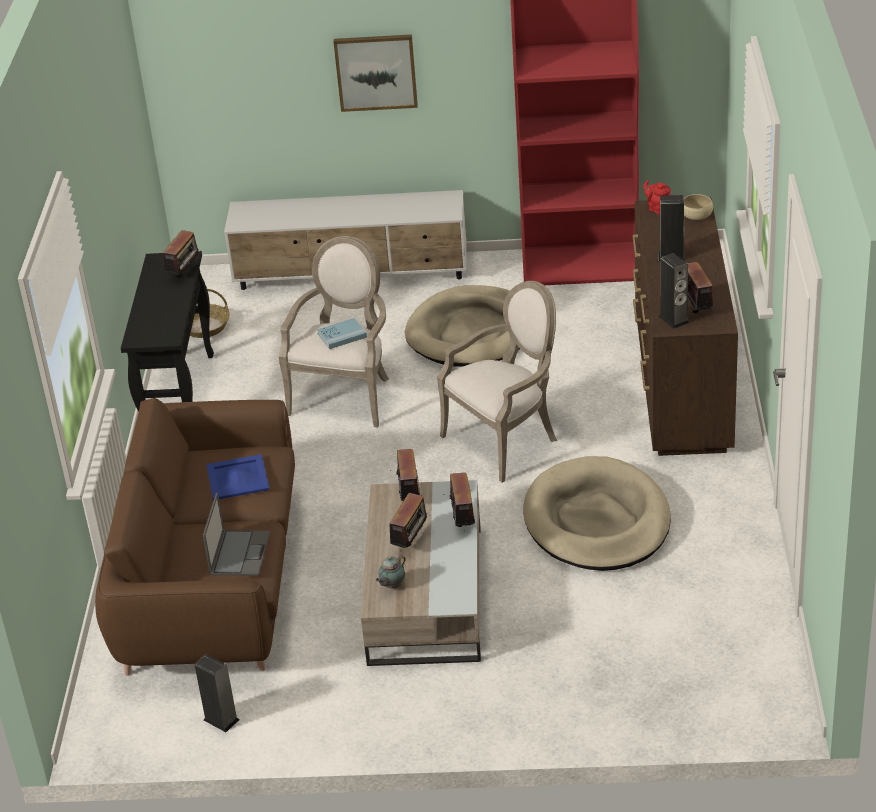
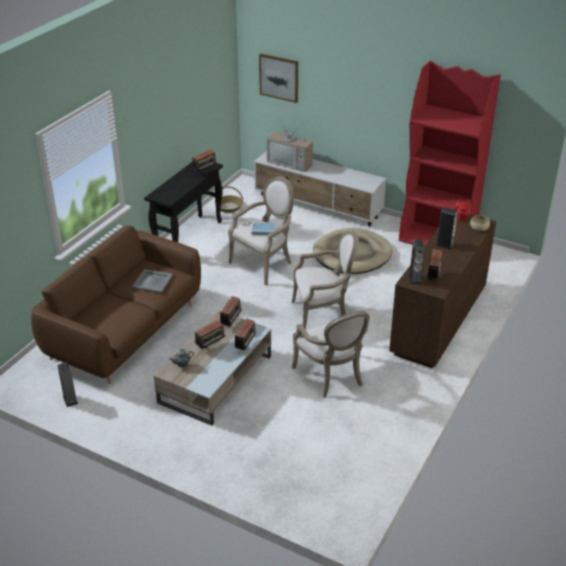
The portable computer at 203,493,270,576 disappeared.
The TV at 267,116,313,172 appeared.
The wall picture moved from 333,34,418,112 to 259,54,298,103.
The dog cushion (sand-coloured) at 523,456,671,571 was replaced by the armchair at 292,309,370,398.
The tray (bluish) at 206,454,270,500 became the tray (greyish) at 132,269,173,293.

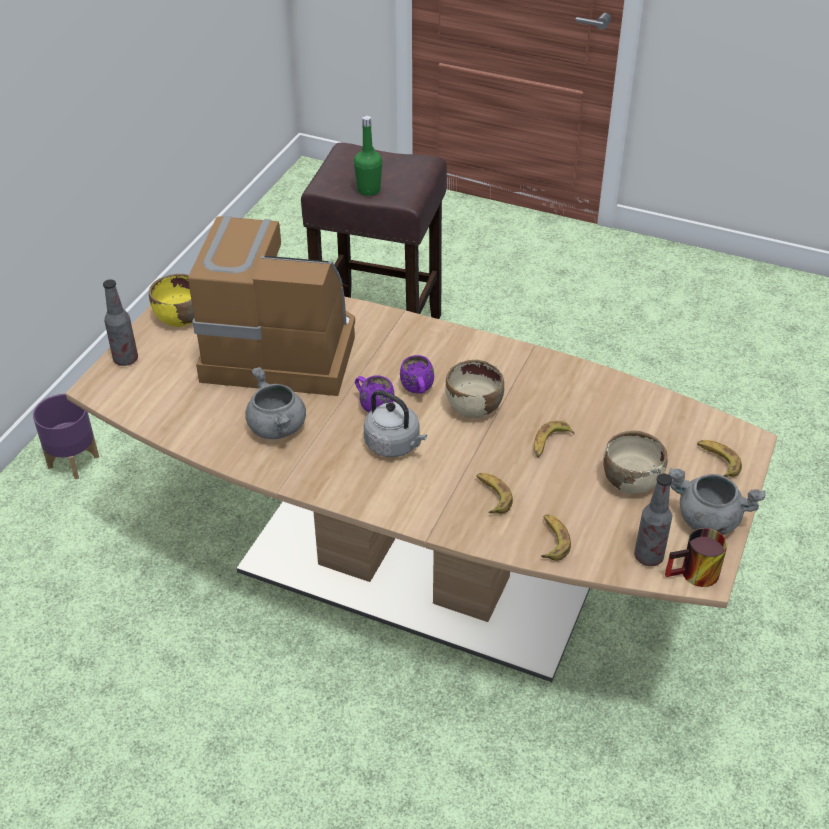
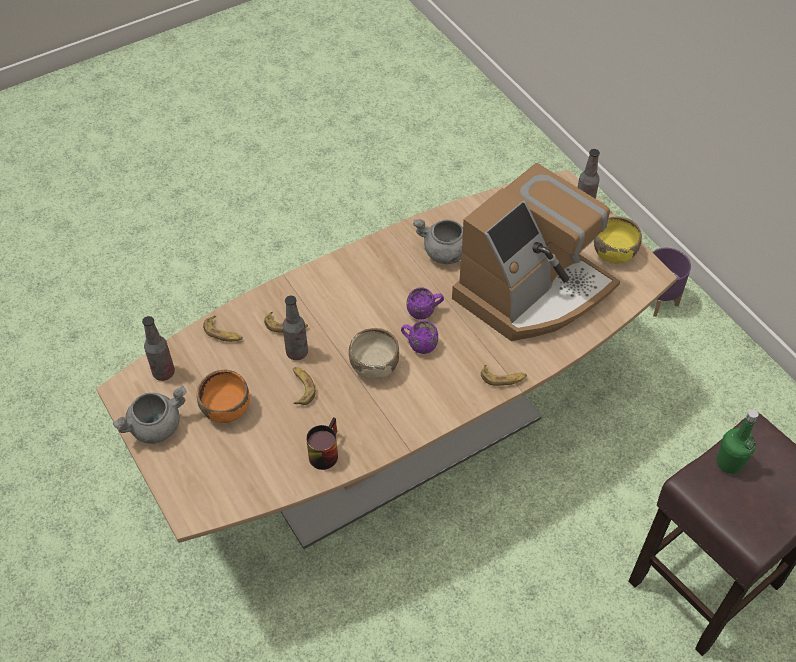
The water kettle (greyish) at 364,390,427,457 disappeared.
The beverage bottle at 282,296,308,360 appeared.
The mug moved from 665,528,727,587 to 306,417,338,470.
The whole banana moved from 697,440,742,477 to 481,365,527,386.
The deep dish (sand-coloured) at 603,430,668,494 became the deep dish (orange-coloured) at 197,370,250,423.

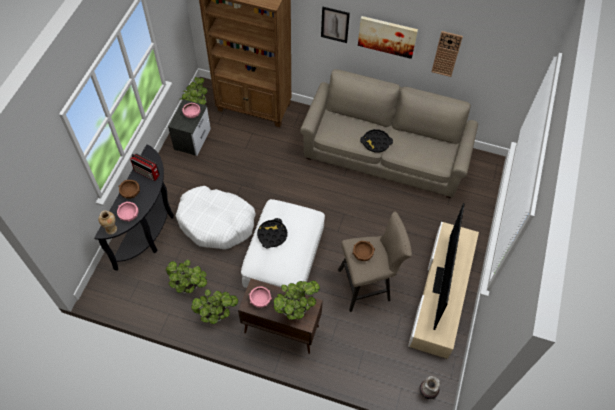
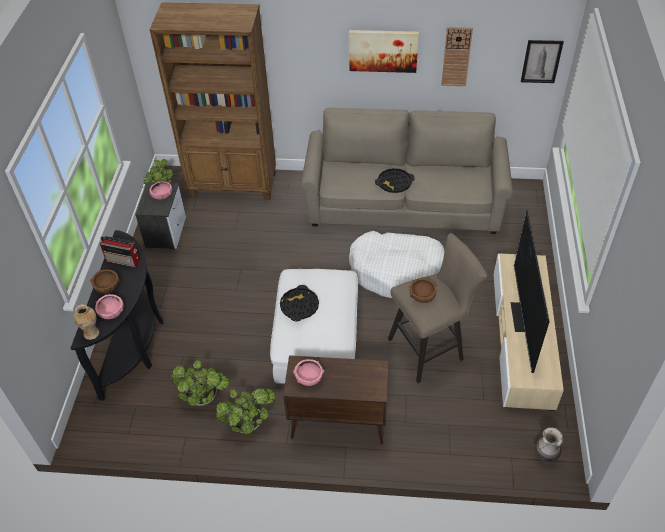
The potted plant at 274,280,320,320 disappeared.
The dog cushion (white) moved from 175,186,256,249 to 349,231,445,298.
The wall picture moved from 321,7,350,43 to 521,40,564,83.

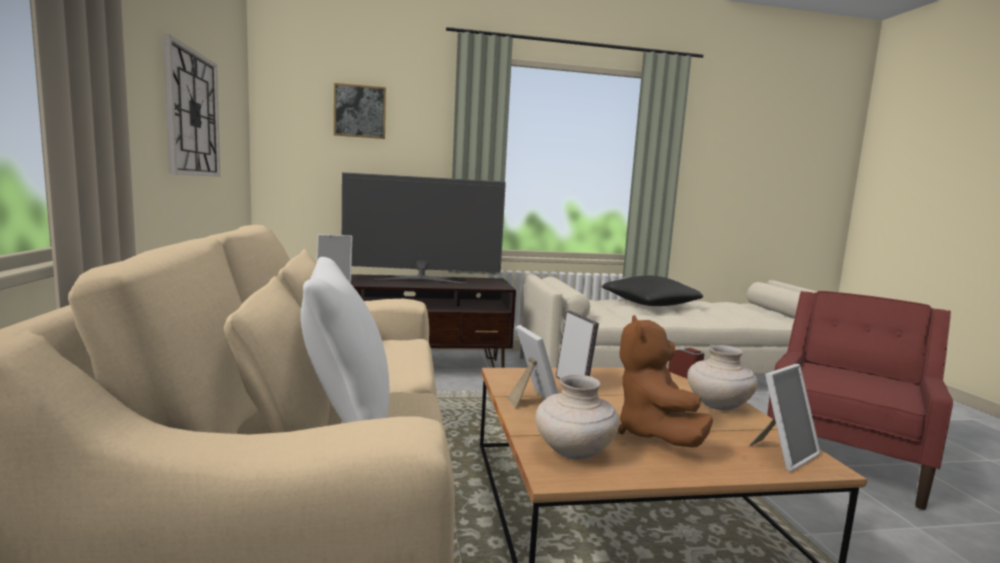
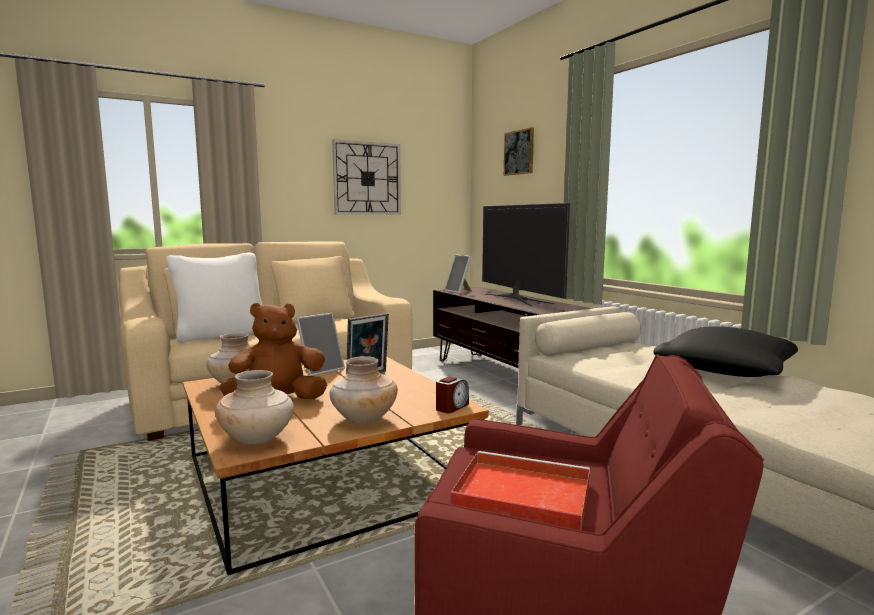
The tray (red) at 451,451,590,531 appeared.
The photo frame at 749,364,821,471 was replaced by the decorative vase (sand-coloured) at 215,370,294,445.

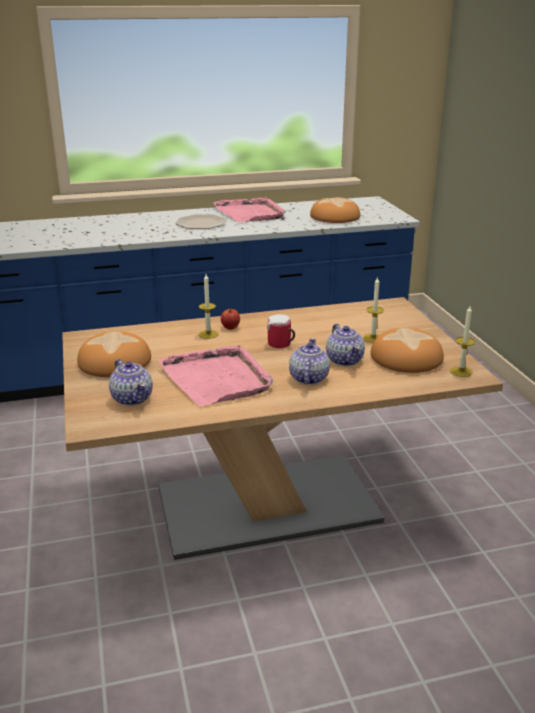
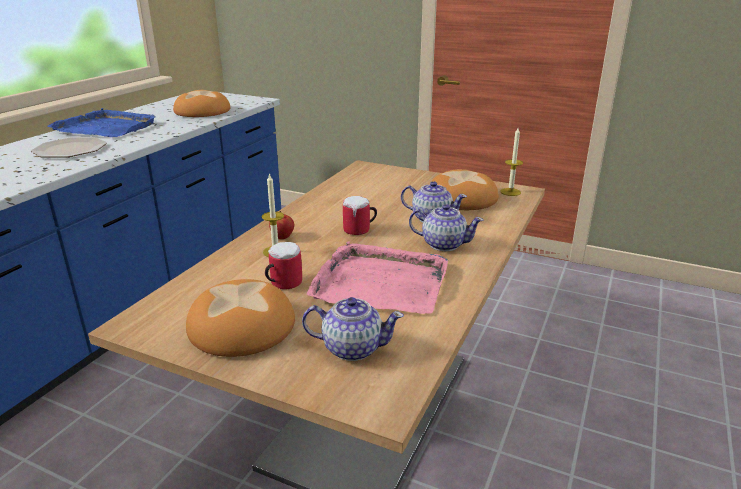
The wax light at 363,276,384,343 disappeared.
The mug at 265,242,302,289 appeared.
The tray (pink-coloured) at 213,197,286,222 became the tray (bluish) at 47,108,156,137.
The teapot at 289,338,330,385 turned 150 degrees clockwise.

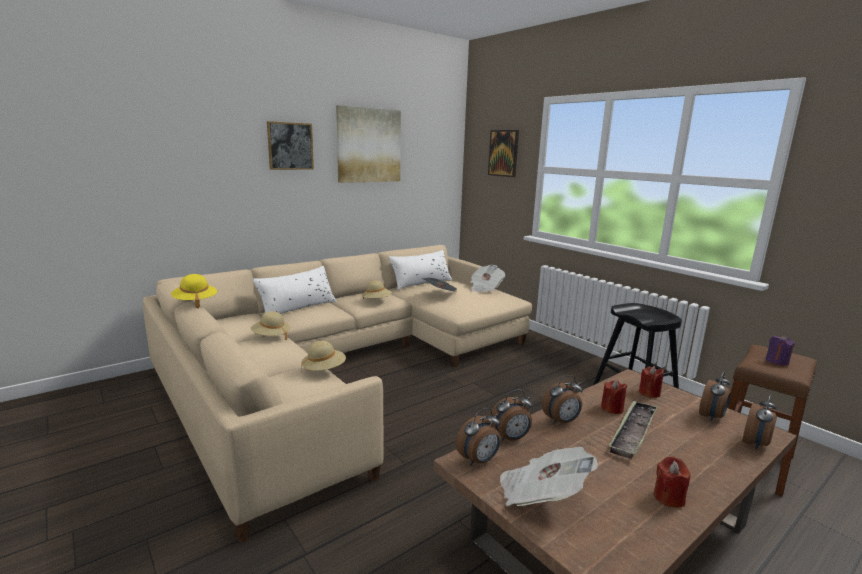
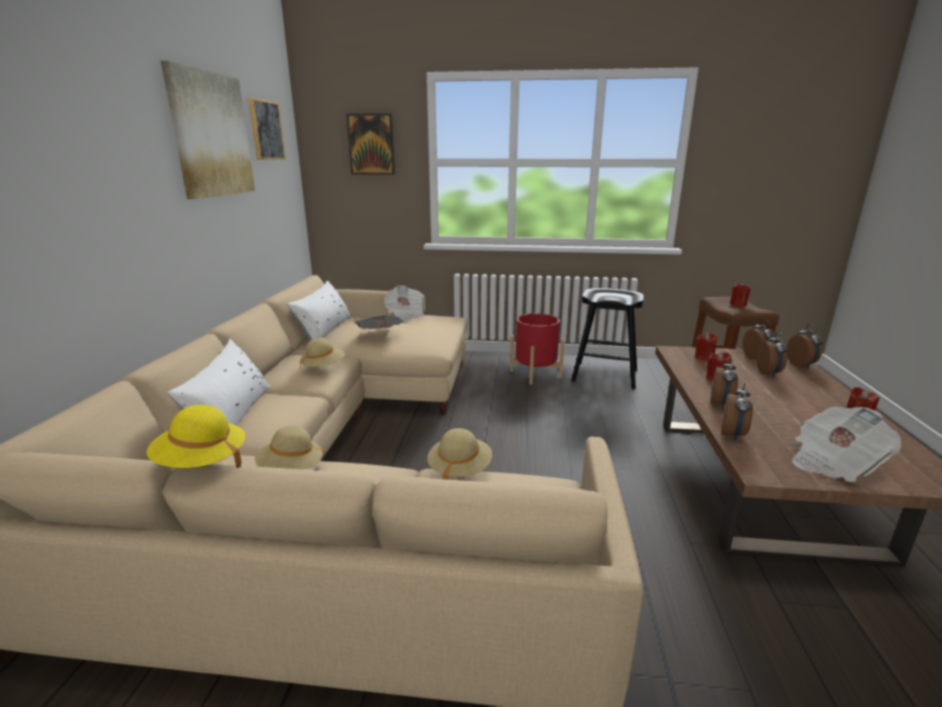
The tray at 608,400,658,459 disappeared.
The planter (red) at 510,313,565,385 appeared.
The wall picture moved from 267,121,314,170 to 248,98,286,160.
The alarm clock moved from 456,408,501,465 to 757,331,788,377.
The wax light (purplish) at 765,335,795,366 became the wax light (red) at 730,282,751,307.

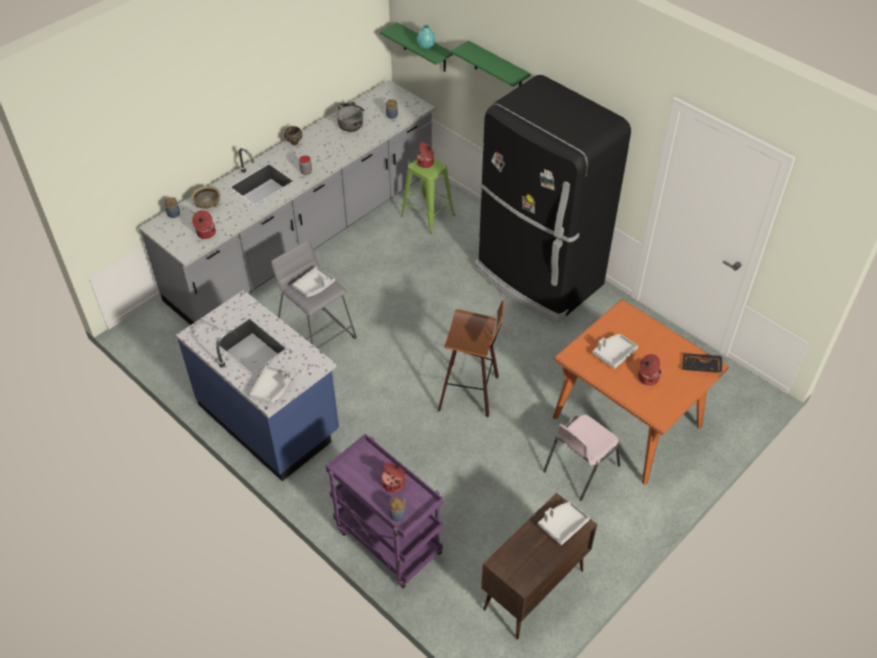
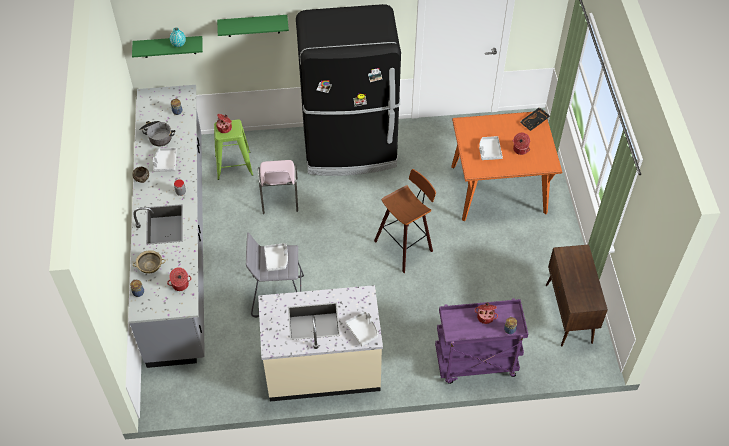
The tray (greyish) moved from 538,502,590,545 to 153,148,177,172.
The plain chair (pink-coloured) moved from 543,414,620,501 to 258,160,298,214.
The counter (bluish) at 176,290,339,481 became the counter (sand-coloured) at 258,285,383,402.

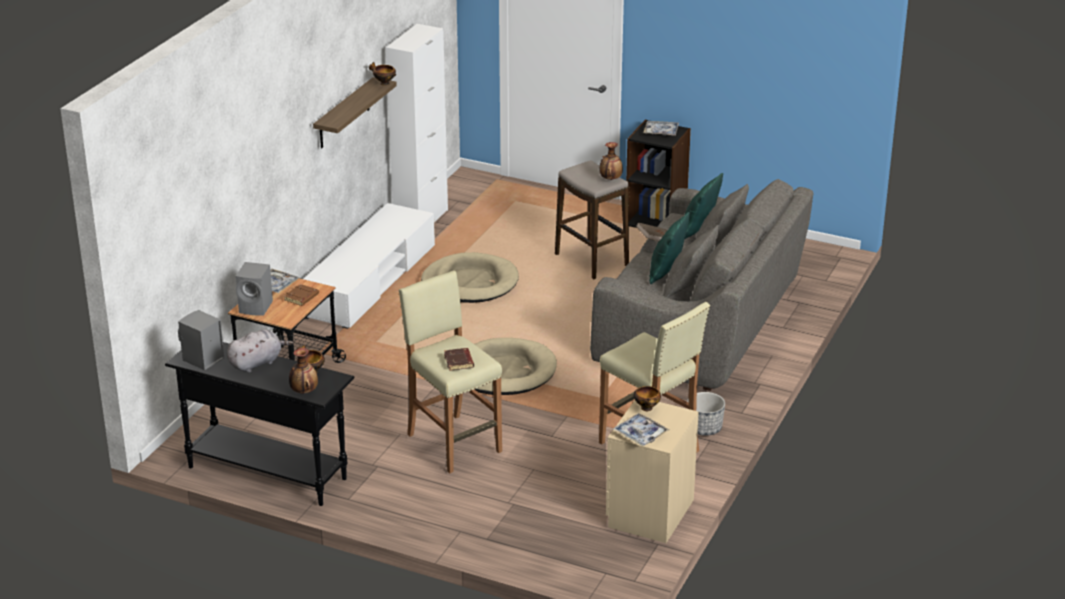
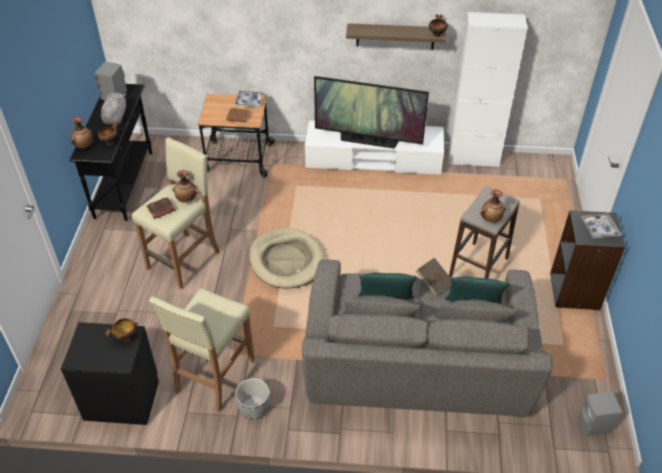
The dog cushion (sand-coloured) at 421,252,519,303 disappeared.
The tray at 613,413,669,446 disappeared.
The decorative vase at 173,170,198,203 appeared.
The TV at 314,76,429,149 appeared.
The loudspeaker (greyish) moved from 236,262,273,316 to 579,392,622,437.
The bedside table (sand-coloured) at 606,401,699,543 became the bedside table (black-coloured) at 61,322,159,425.
The cuddly toy (greyish) at 227,329,293,373 turned 120 degrees counterclockwise.

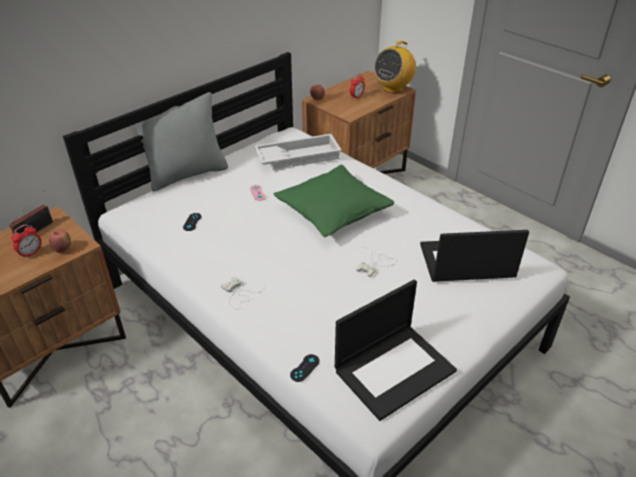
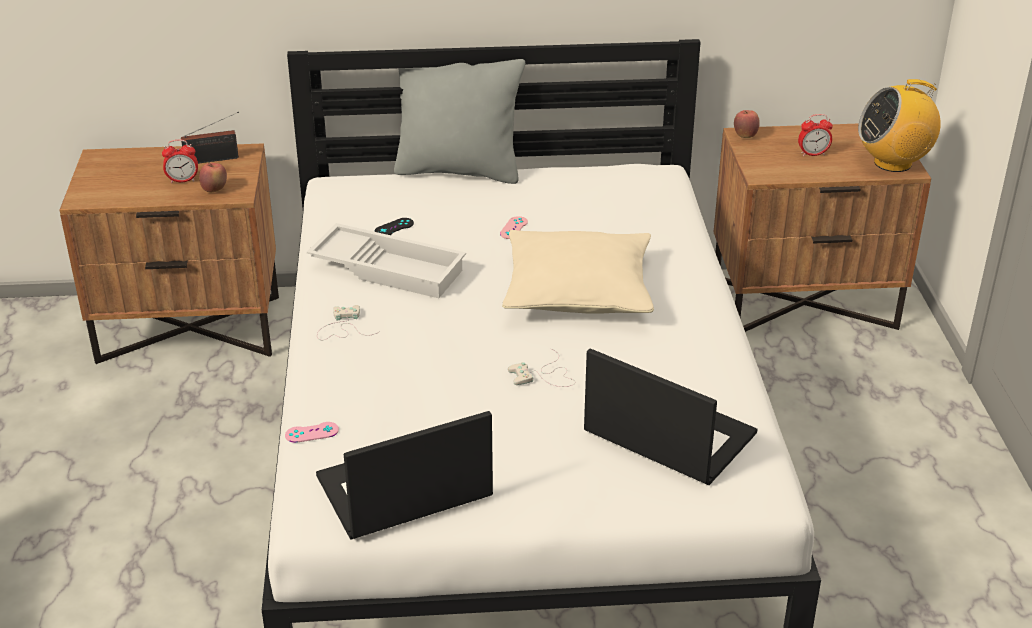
The tray (white) moved from 254,134,342,167 to 307,223,466,298.
The cushion (green-coloured) at 274,165,394,237 became the cushion (sand-coloured) at 502,230,654,314.
The game controller (black-coloured) at 290,354,319,382 became the game controller (pink-coloured) at 285,422,339,443.
The portable computer at 335,280,457,421 turned 150 degrees clockwise.

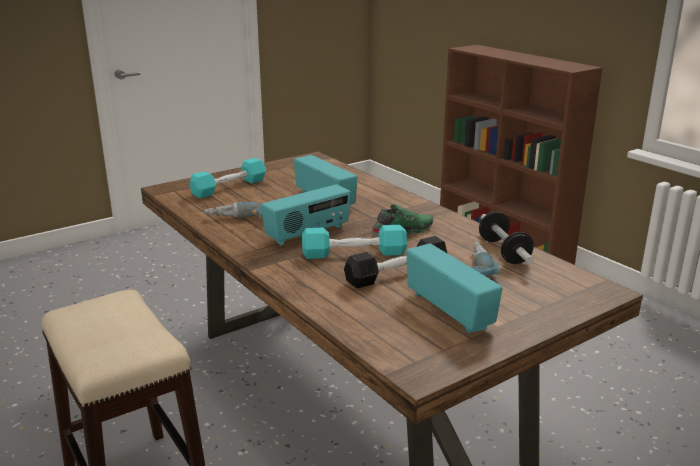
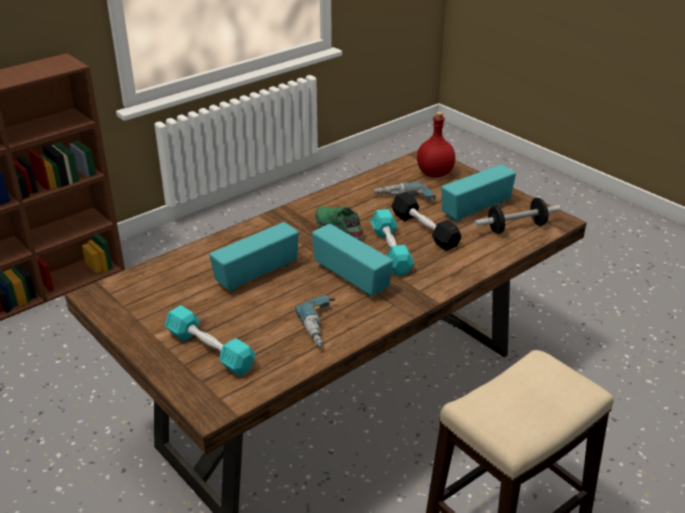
The beverage bottle (red) at 417,112,455,177 appeared.
The free weight moved from 479,212,534,264 to 474,198,561,234.

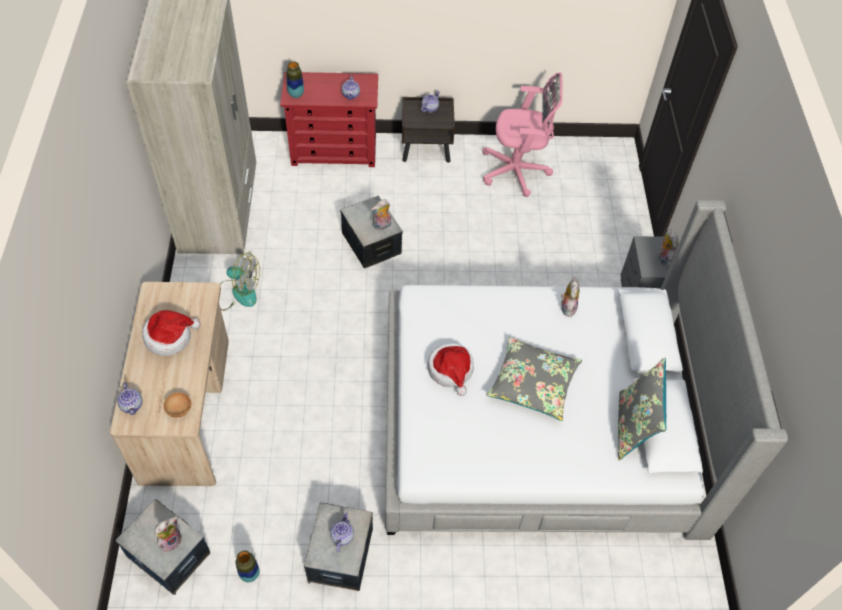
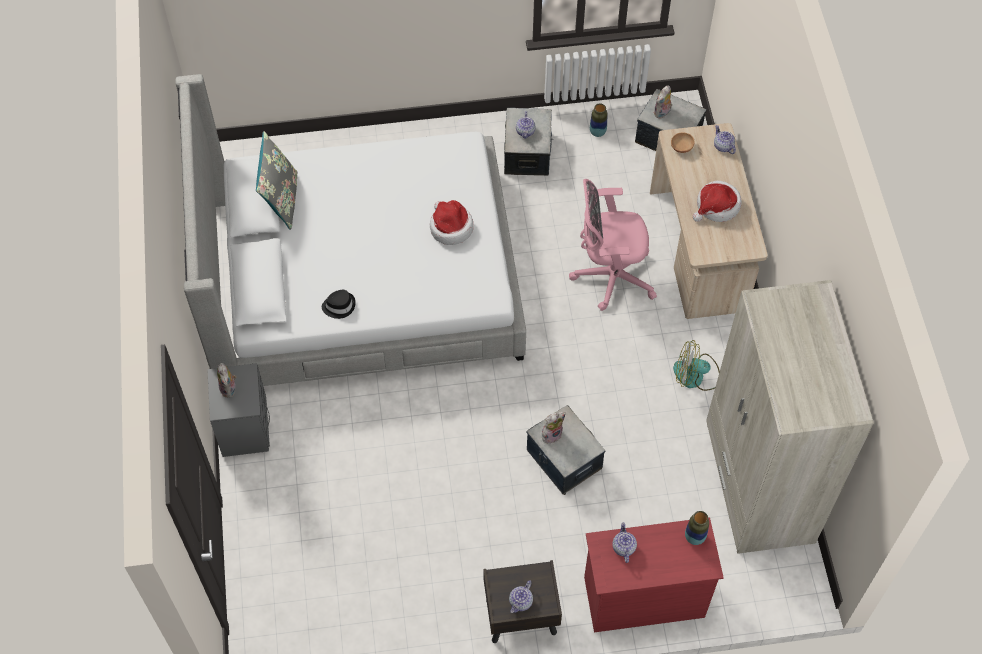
The cushion (greyish) at 486,336,582,421 disappeared.
The desk chair (pink-coloured) moved from 482,72,563,197 to 569,179,657,311.
The cuddly toy at 561,277,579,317 was replaced by the clothing hat (black-coloured) at 322,290,356,319.

